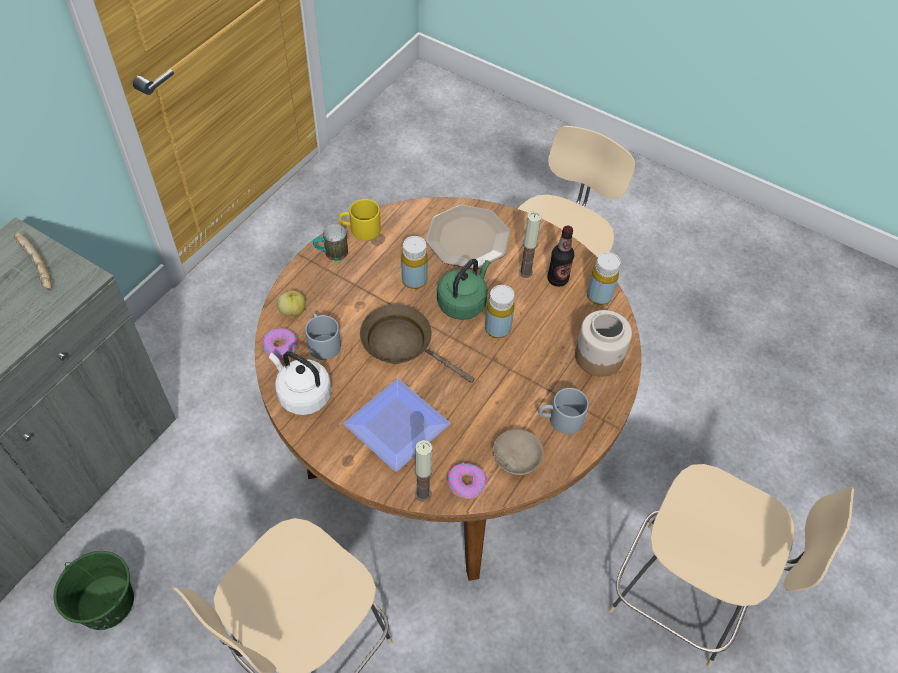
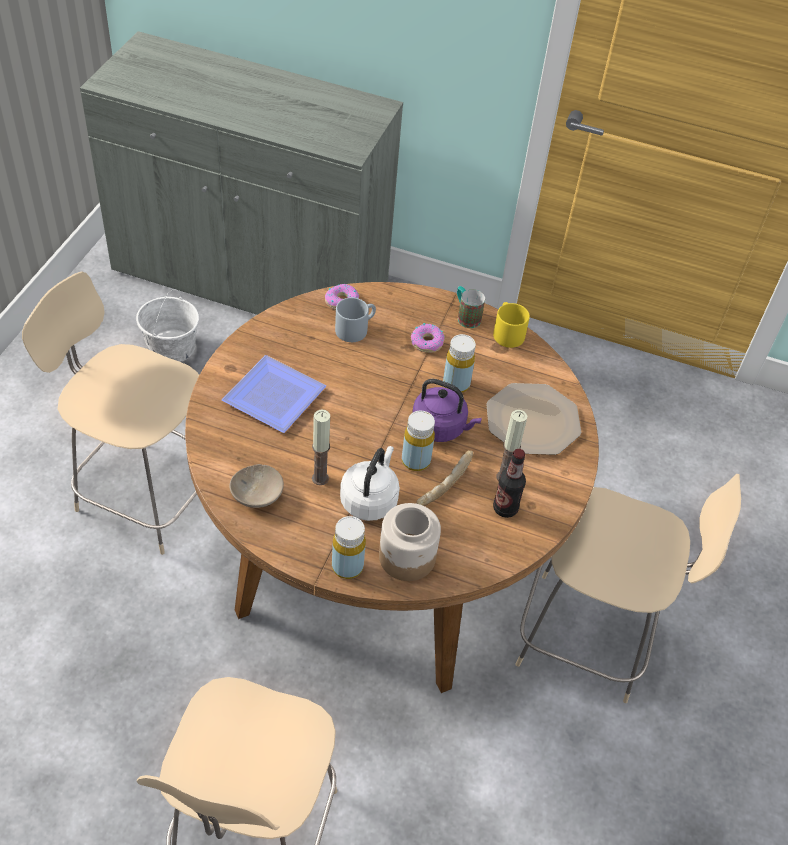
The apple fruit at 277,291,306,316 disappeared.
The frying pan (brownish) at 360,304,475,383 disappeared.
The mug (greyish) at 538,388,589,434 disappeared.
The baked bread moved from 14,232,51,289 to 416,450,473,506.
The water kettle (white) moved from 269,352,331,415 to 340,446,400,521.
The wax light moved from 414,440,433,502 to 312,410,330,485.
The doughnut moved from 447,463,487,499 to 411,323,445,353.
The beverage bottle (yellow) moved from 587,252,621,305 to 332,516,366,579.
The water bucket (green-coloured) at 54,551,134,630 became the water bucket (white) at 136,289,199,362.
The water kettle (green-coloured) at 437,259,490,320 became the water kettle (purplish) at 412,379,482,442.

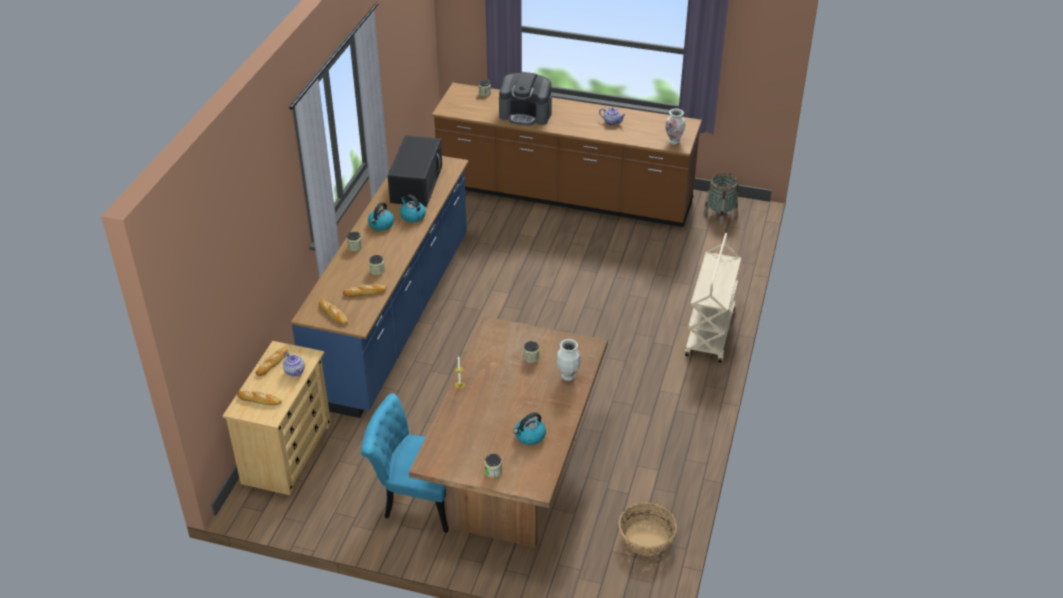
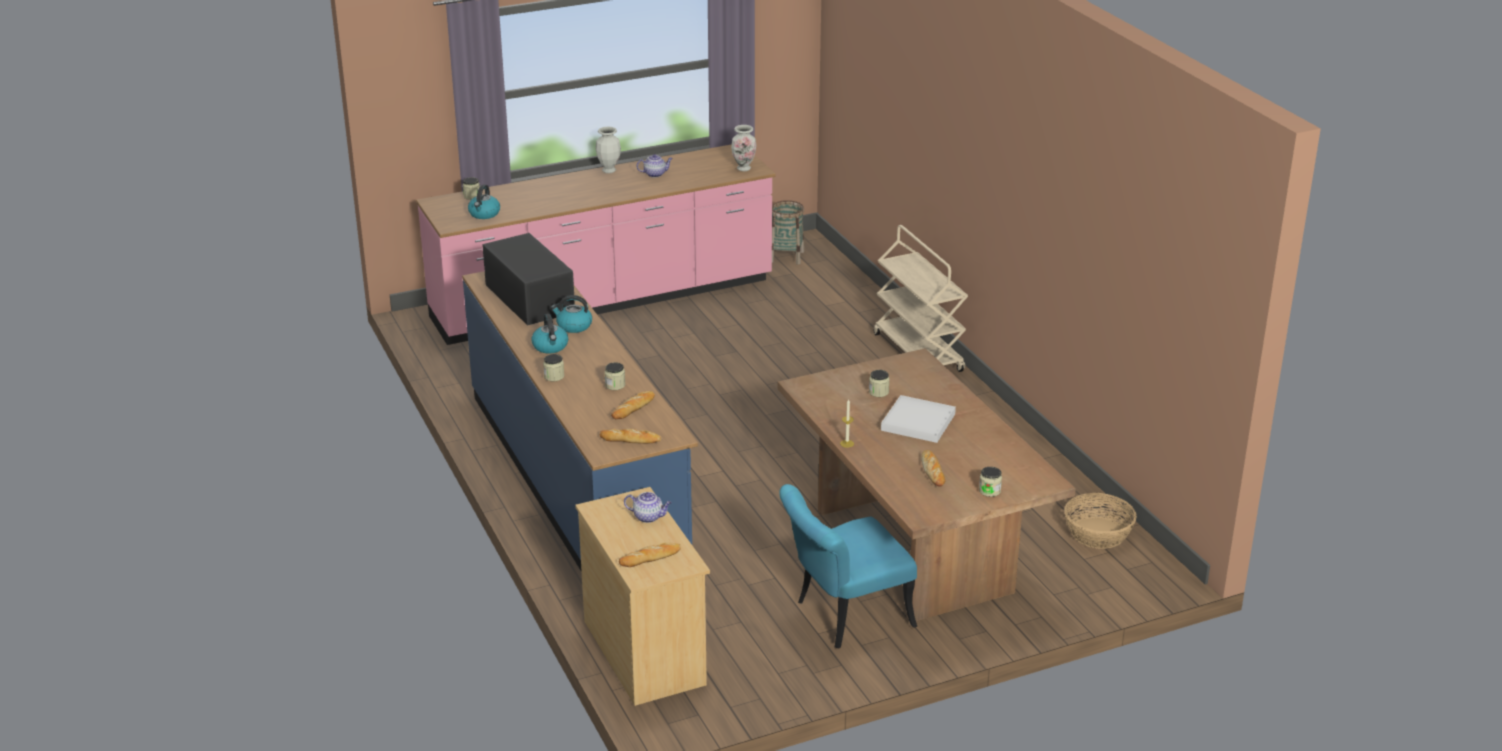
The coffee maker at 499,72,552,126 disappeared.
The tray (white) at 881,395,956,443 appeared.
The baked bread moved from 256,347,288,376 to 921,450,945,487.
The water kettle moved from 513,412,546,445 to 468,185,500,219.
The decorative vase moved from 556,339,581,381 to 595,127,621,173.
The counter (brownish) at 432,83,702,227 became the counter (pink-coloured) at 416,144,776,345.

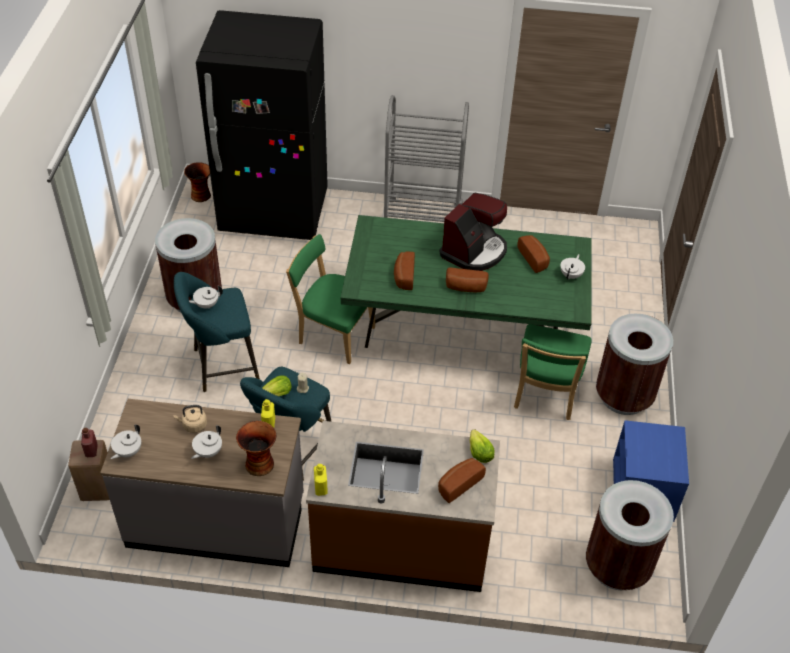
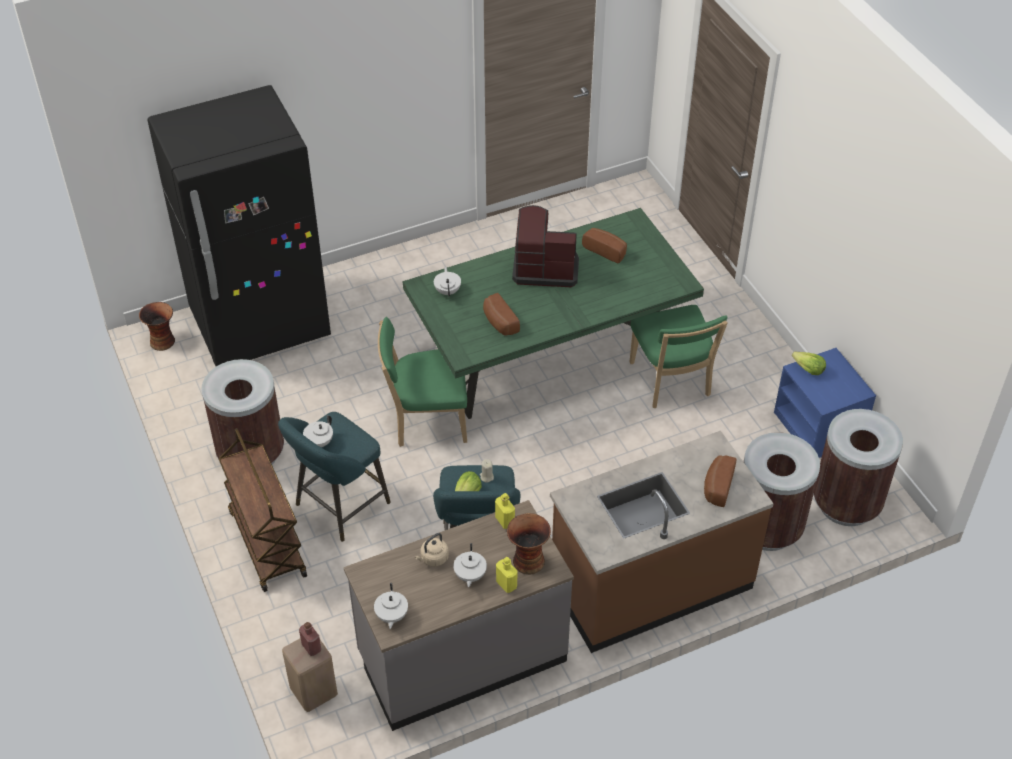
The trolley (greyish) at 384,95,469,222 disappeared.
The baked bread at 446,268,489,292 disappeared.
The trolley (brownish) at 219,428,307,592 appeared.
The beverage bottle (yellow) moved from 314,464,328,496 to 496,557,518,593.
The lettuce moved from 470,429,495,463 to 792,352,826,375.
The teapot (white) moved from 560,254,585,279 to 434,267,461,297.
The waste bin (brownish) moved from 596,314,673,415 to 744,432,820,551.
The coffee maker at 439,193,507,271 turned 90 degrees counterclockwise.

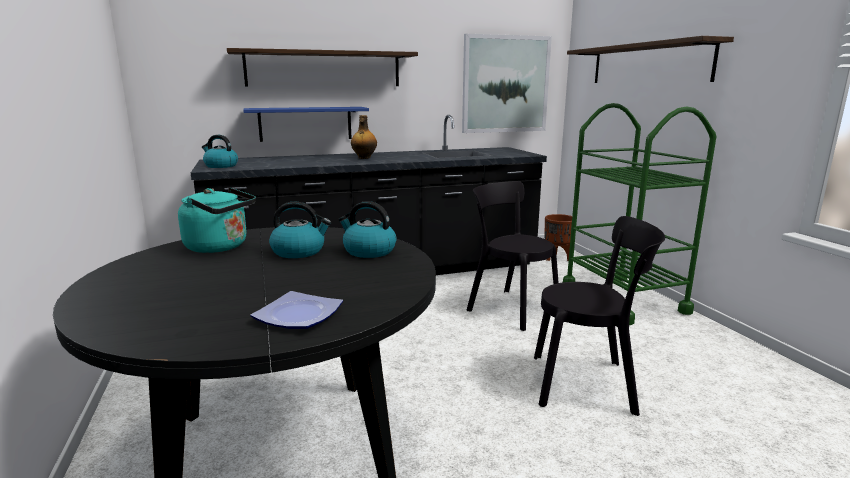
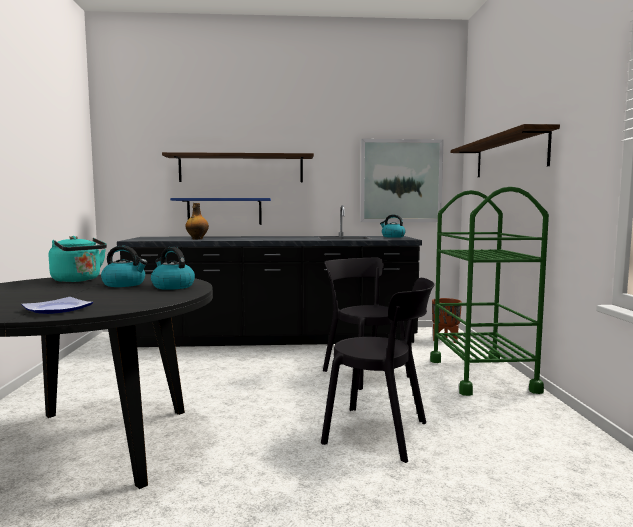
The water kettle moved from 202,135,238,168 to 380,215,406,238.
The beverage bottle moved from 351,115,377,159 to 186,203,209,239.

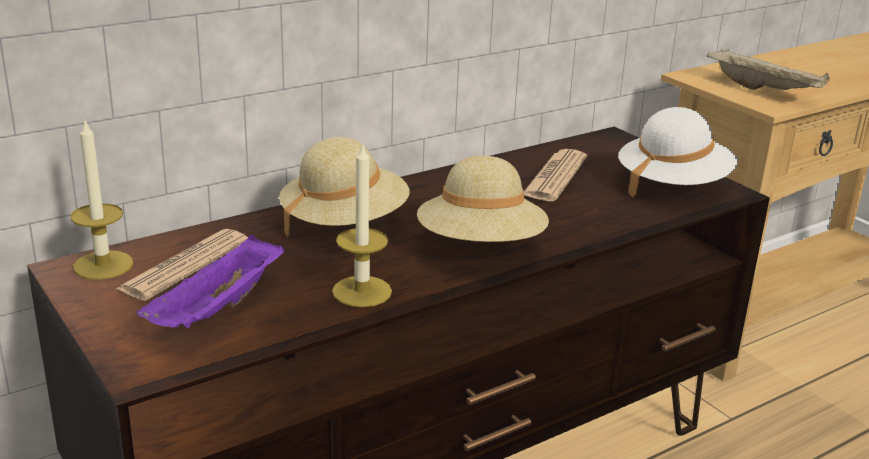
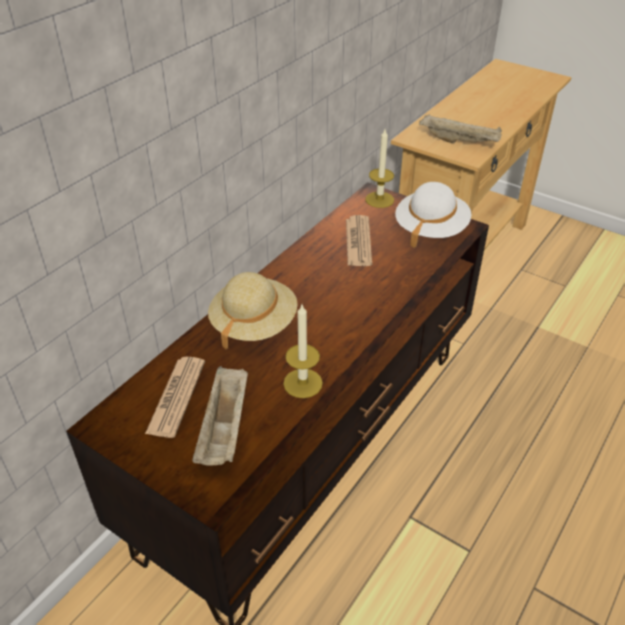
The clothing hat (sand-coloured) at 417,155,549,242 disappeared.
The wax light moved from 71,118,133,280 to 365,129,394,208.
The tray (purplish) at 137,235,285,328 became the tray (sand-coloured) at 192,366,248,466.

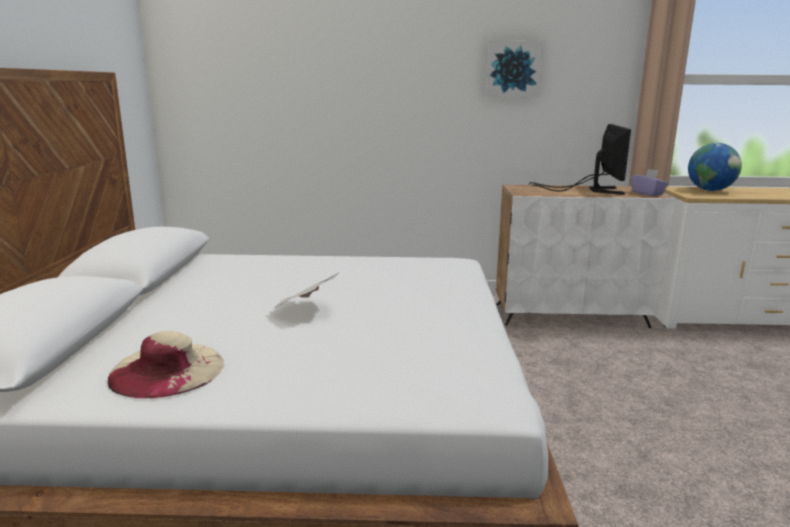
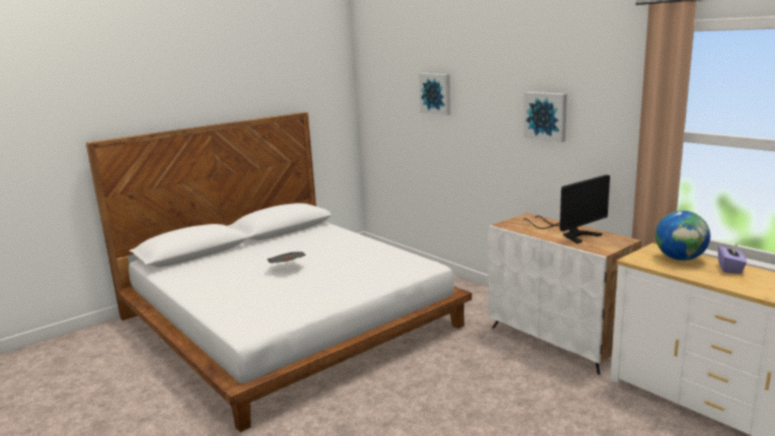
The clothing hat (sand-coloured) at 108,331,224,399 disappeared.
The wall picture at 419,73,450,115 appeared.
The box of tissues (purplish) moved from 631,169,668,196 to 718,243,747,274.

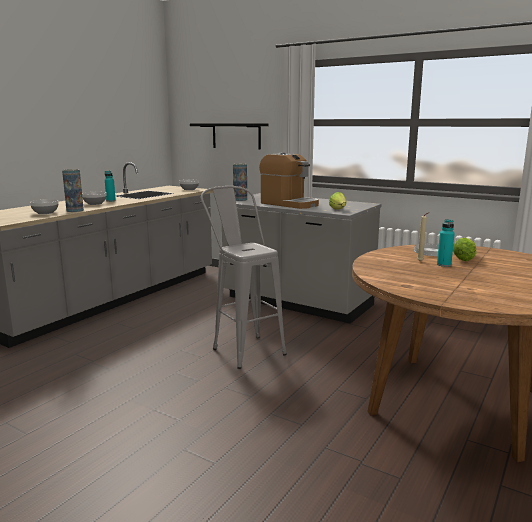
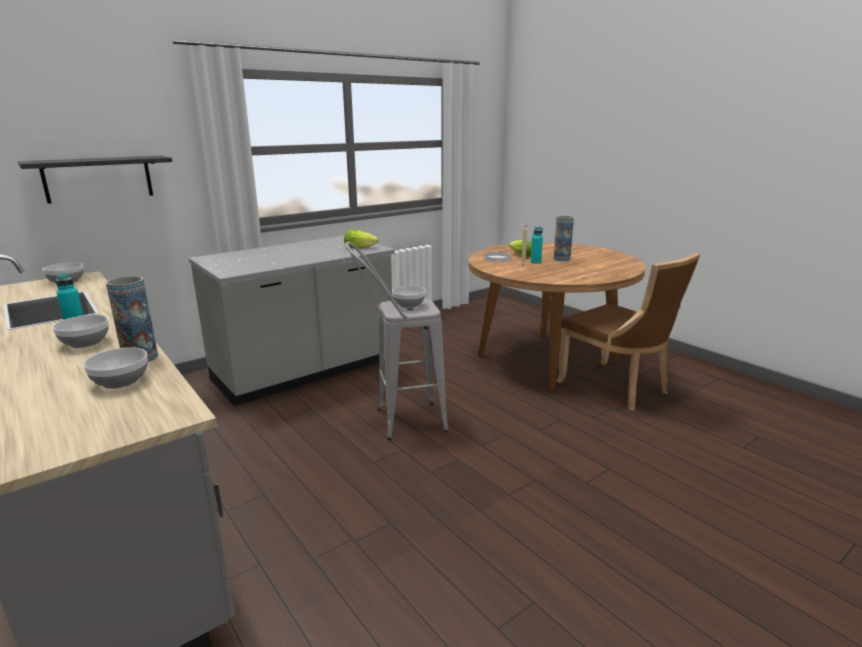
The coffee maker at 259,153,319,209 disappeared.
The deep dish at 392,286,426,308 appeared.
The plain chair (brownish) at 556,253,701,411 appeared.
The decorative vase moved from 233,164,247,201 to 553,216,574,261.

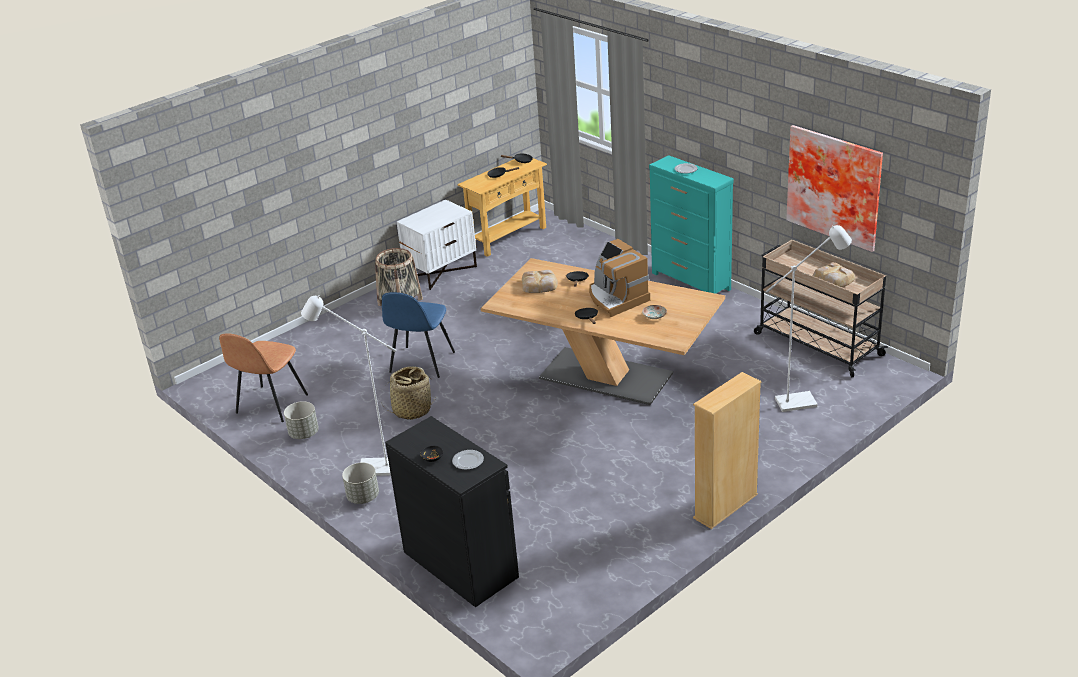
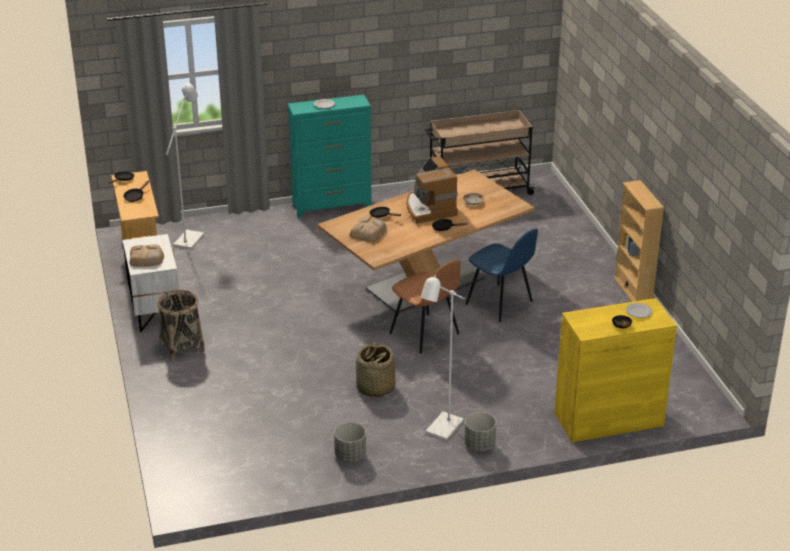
The wall picture at 786,125,883,252 disappeared.
The plain chair (brownish) moved from 219,333,308,422 to 390,260,461,354.
The plain chair (bluish) moved from 382,292,455,378 to 466,229,538,322.
The standard lamp (white) moved from 766,225,852,412 to 166,83,204,250.
The baked bread moved from 813,262,855,287 to 129,244,164,267.
The cabinet (black-coloured) at 385,416,519,607 became the cabinet (yellow) at 554,298,677,443.
The coffee maker at 589,239,650,317 turned 75 degrees clockwise.

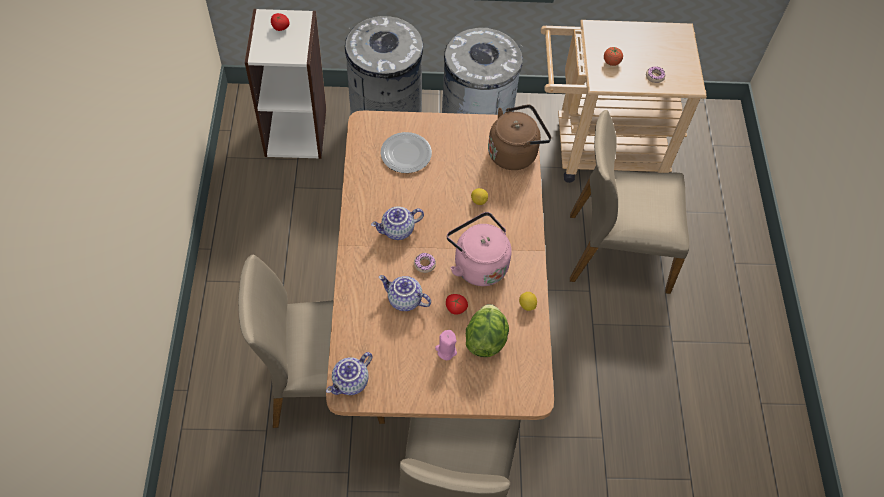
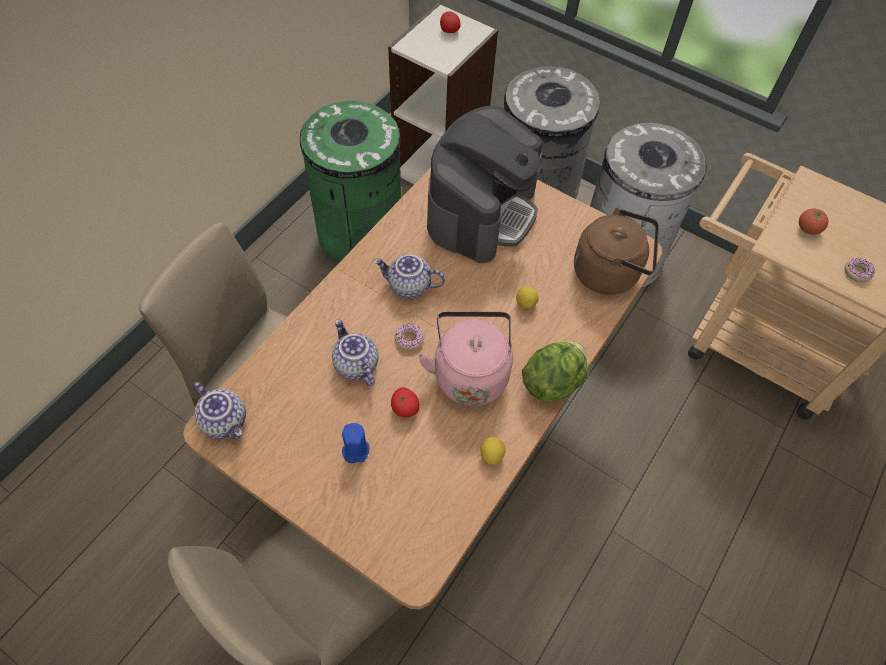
The plain chair (sand-coloured) at 570,110,689,294 disappeared.
The waste bin (green-coloured) at 296,101,401,264 appeared.
The lettuce moved from 466,304,509,357 to 522,341,588,401.
The flat dish at 381,132,432,173 was replaced by the coffee maker at 427,106,542,263.
The wax light (pink-coloured) at 435,330,457,360 became the wax light (bluish) at 342,423,370,463.
The teapot at 326,352,373,395 turned 120 degrees counterclockwise.

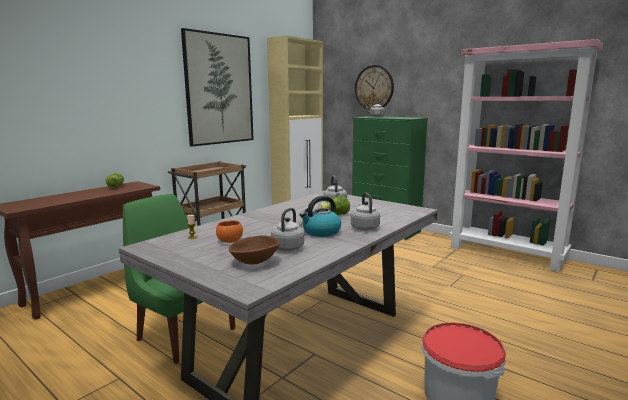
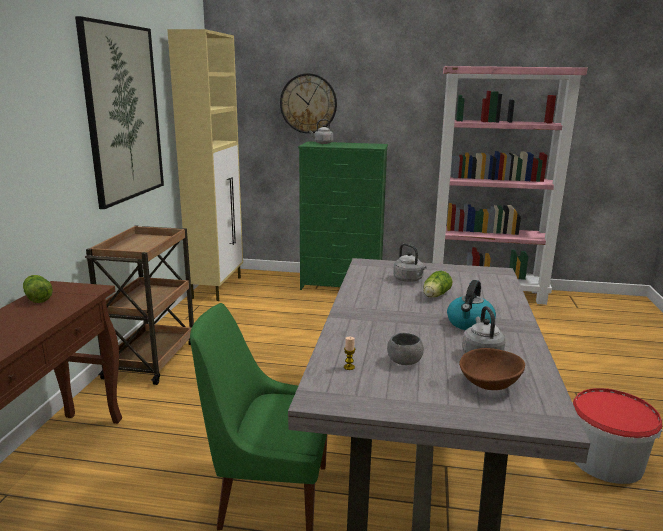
The water kettle (greyish) at 351,193,380,231 disappeared.
The deep dish (orange-coloured) at 216,220,243,243 became the deep dish (greyish) at 387,333,424,365.

